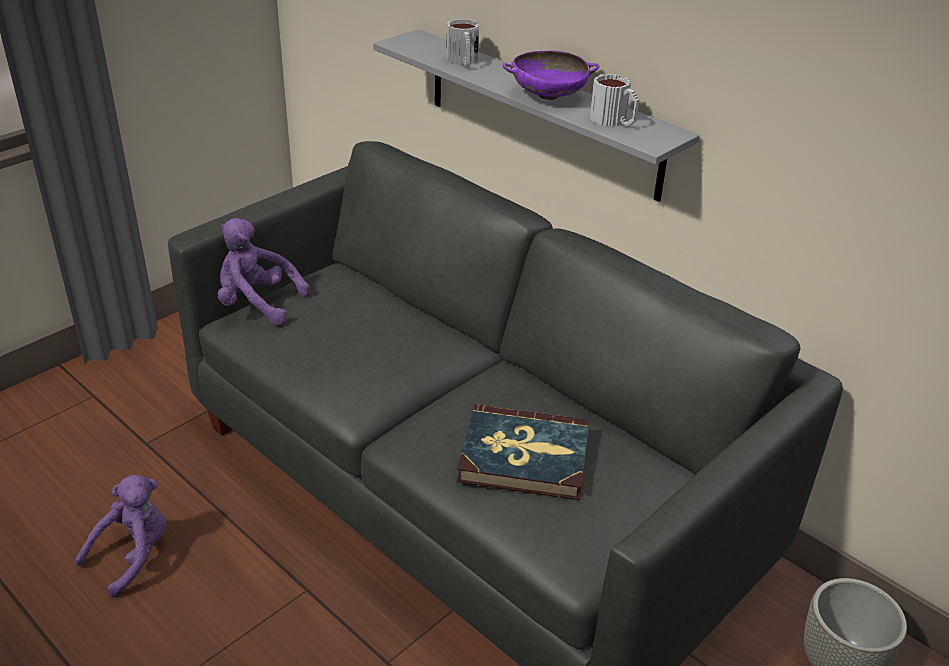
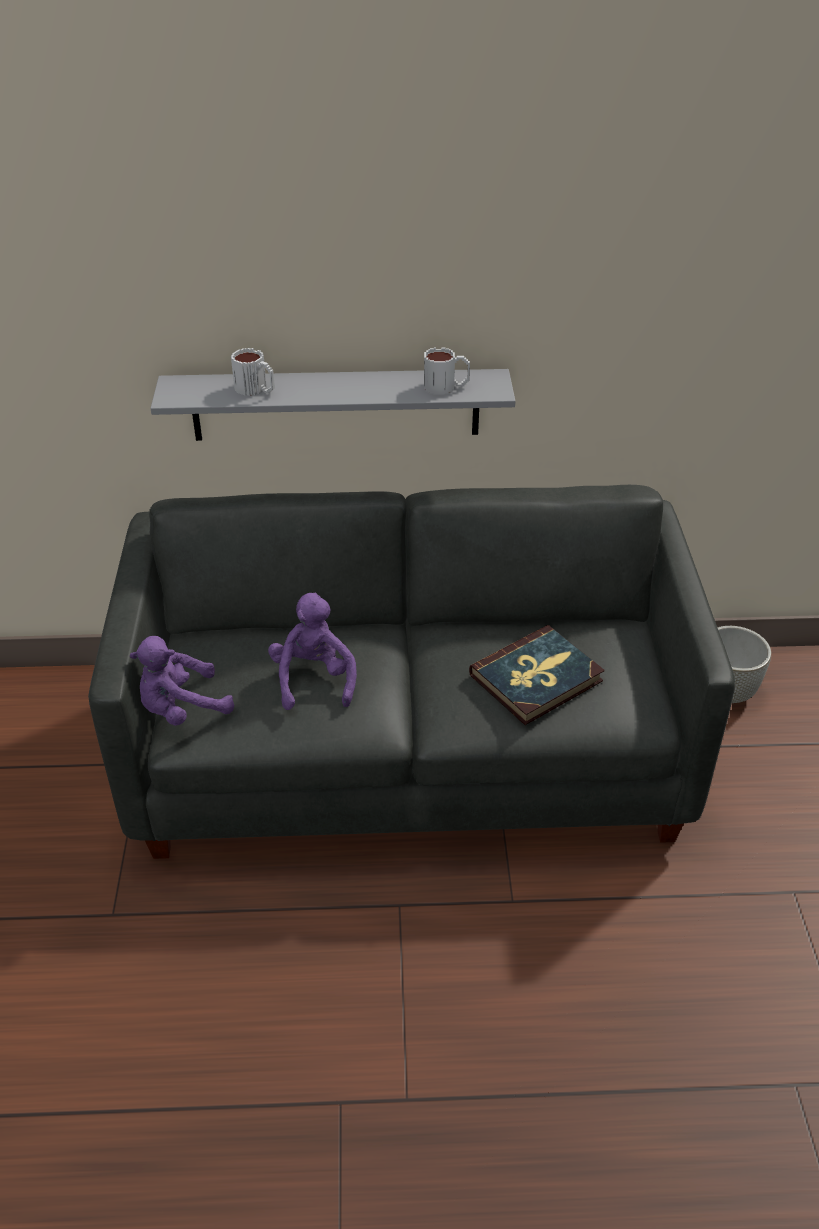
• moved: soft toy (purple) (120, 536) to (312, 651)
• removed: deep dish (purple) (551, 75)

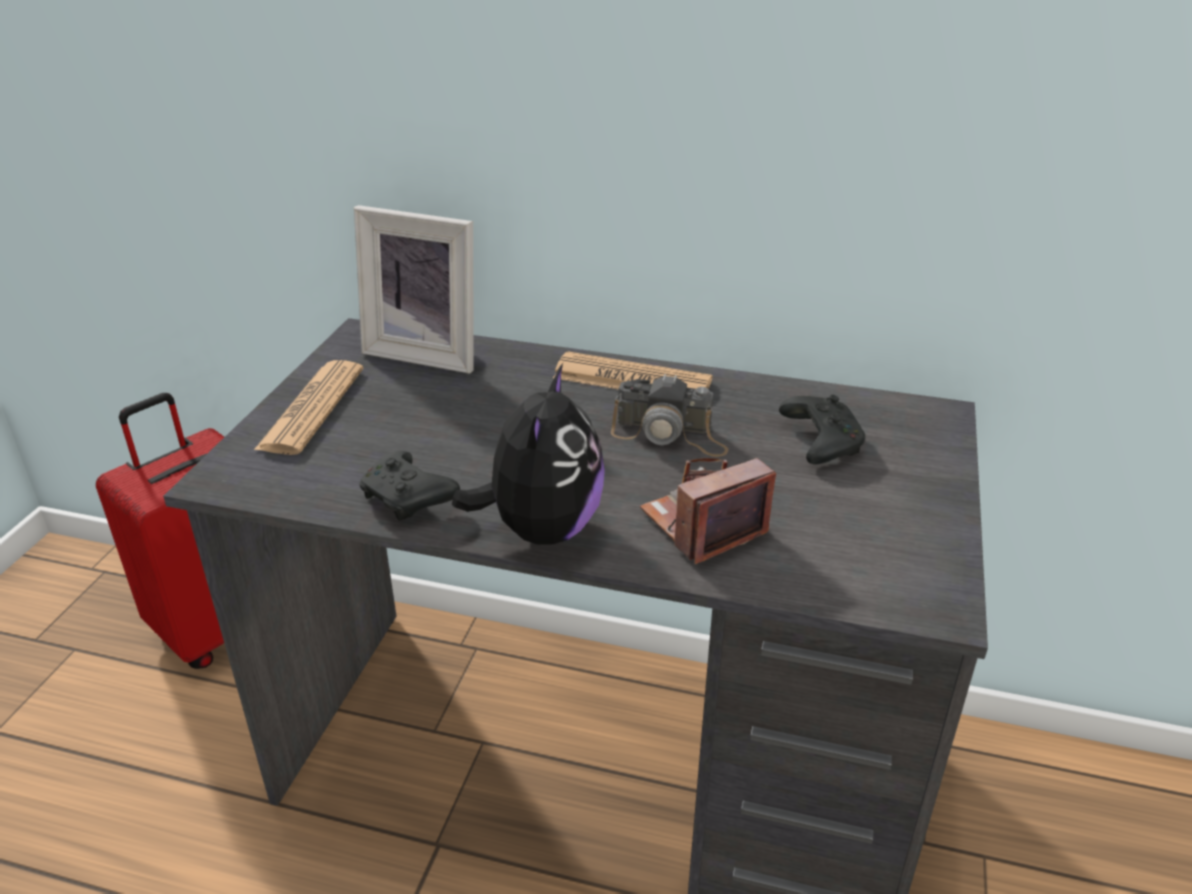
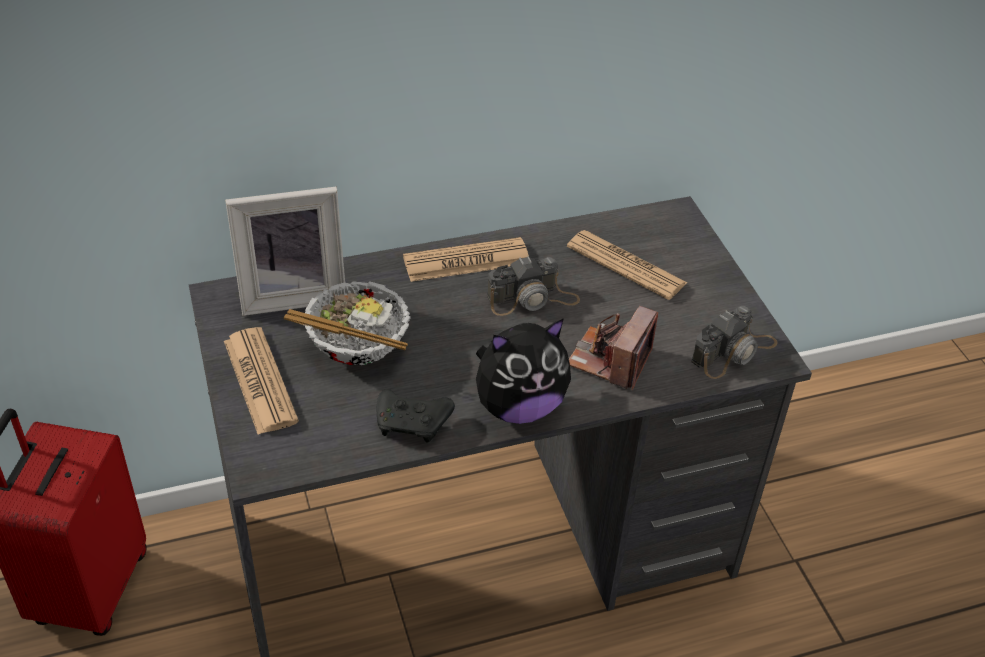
• turned: soft toy (528, 454) = (523, 371) 90 degrees clockwise
• replaced: game controller (black-coloured) (822, 429) to newspaper (627, 265)
• added: deep dish (347, 323)
• added: photo camera (735, 342)

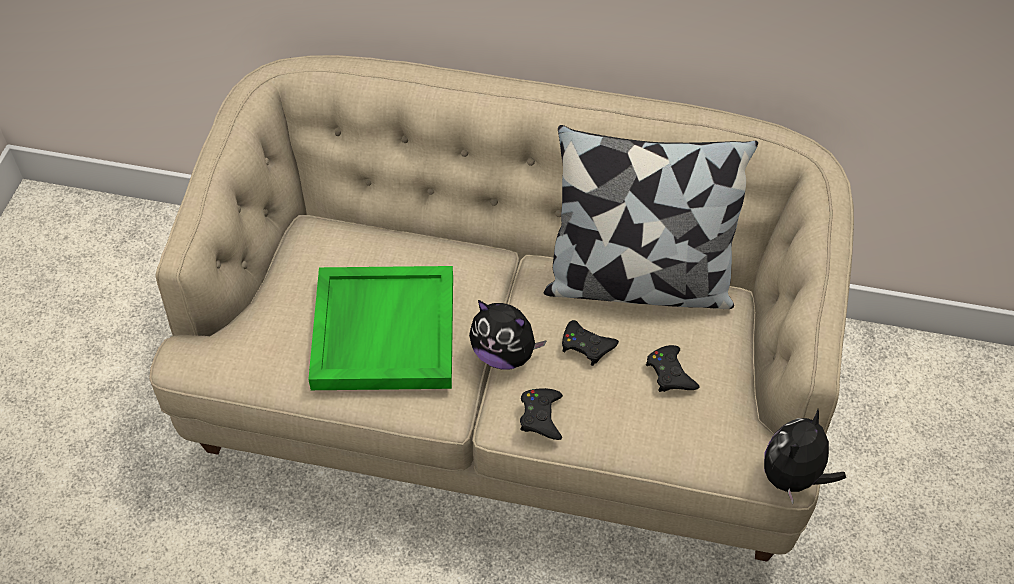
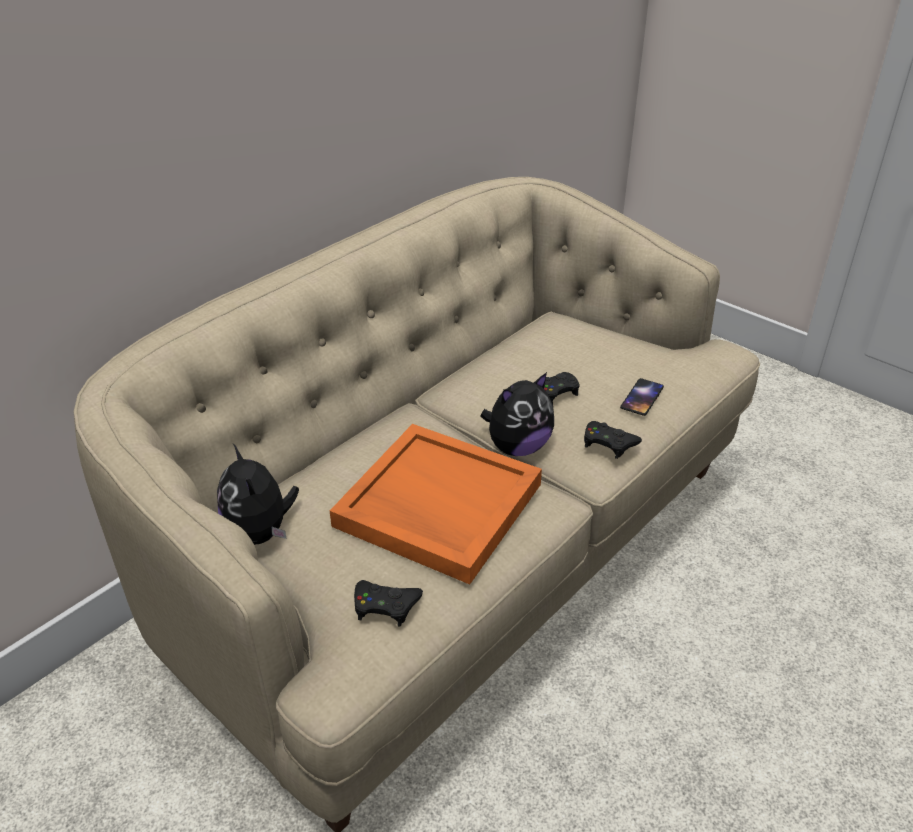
• recoloured: serving tray (greenish) (380, 328) to serving tray (orange) (436, 504)
• removed: pillow (651, 217)
• moved: game controller (black-coloured) (673, 368) to (388, 603)
• moved: soft toy (805, 456) to (258, 494)
• added: phone (642, 397)

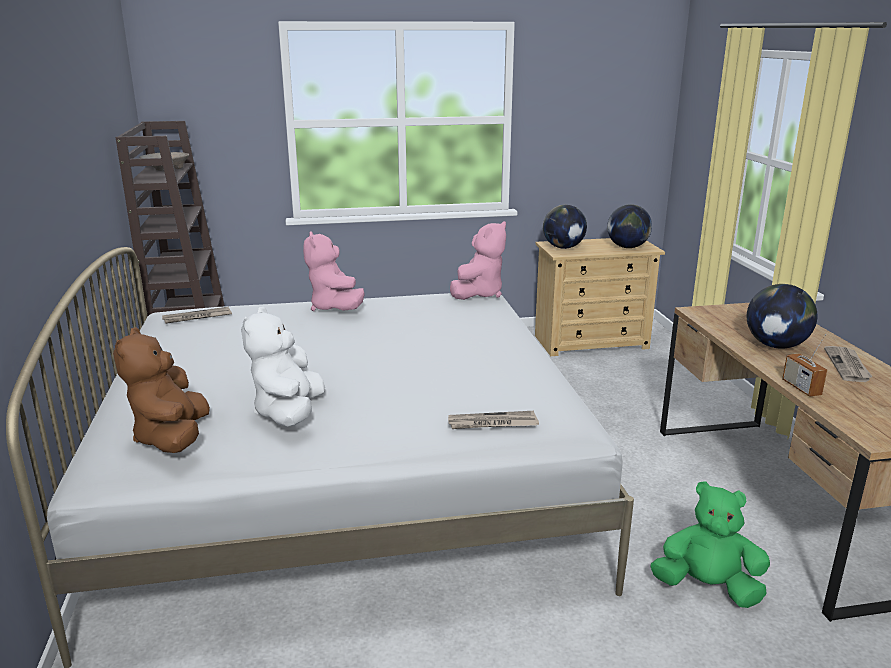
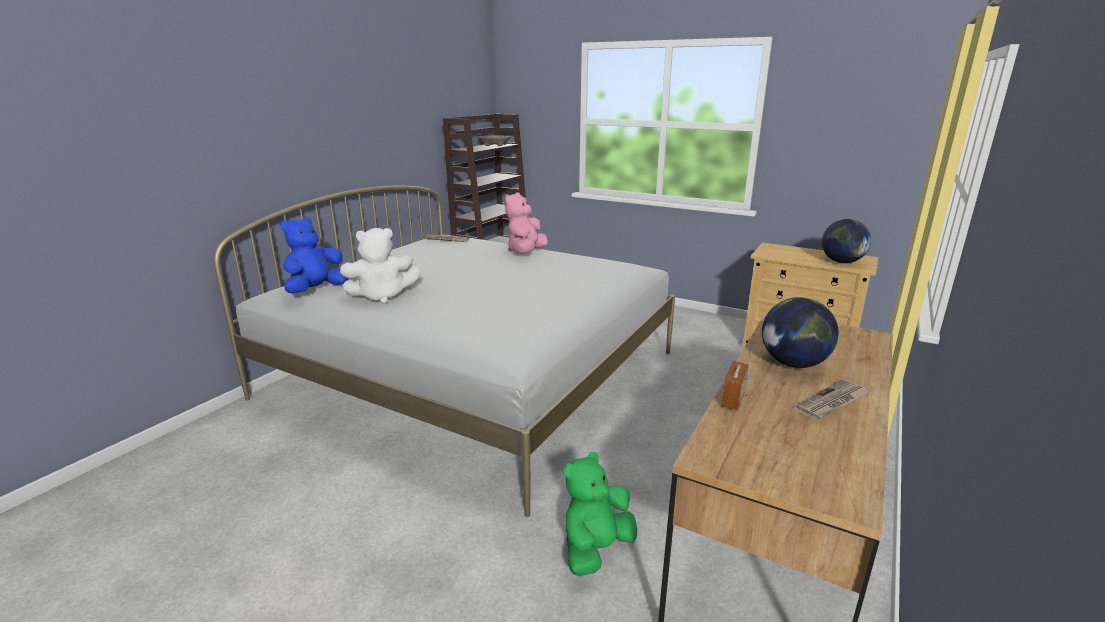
• recoloured: soft toy (brown-coloured) (161, 390) to soft toy (blue-coloured) (314, 255)
• turned: soft toy (white) (283, 367) = (380, 266) 150 degrees counterclockwise
• removed: newspaper (493, 420)
• removed: soft toy (pink) (478, 260)
• removed: desk globe (565, 227)
• turned: soft toy (greenish) (710, 544) = (600, 514) 105 degrees counterclockwise

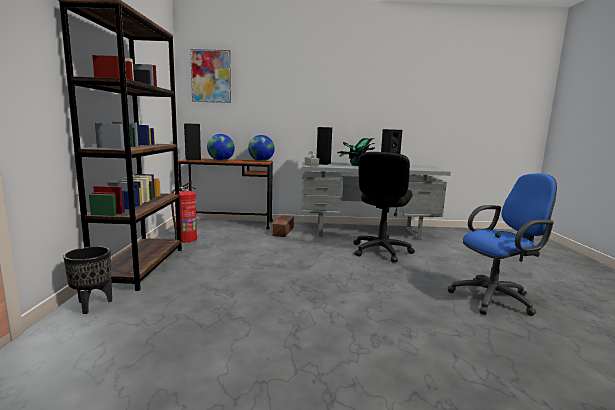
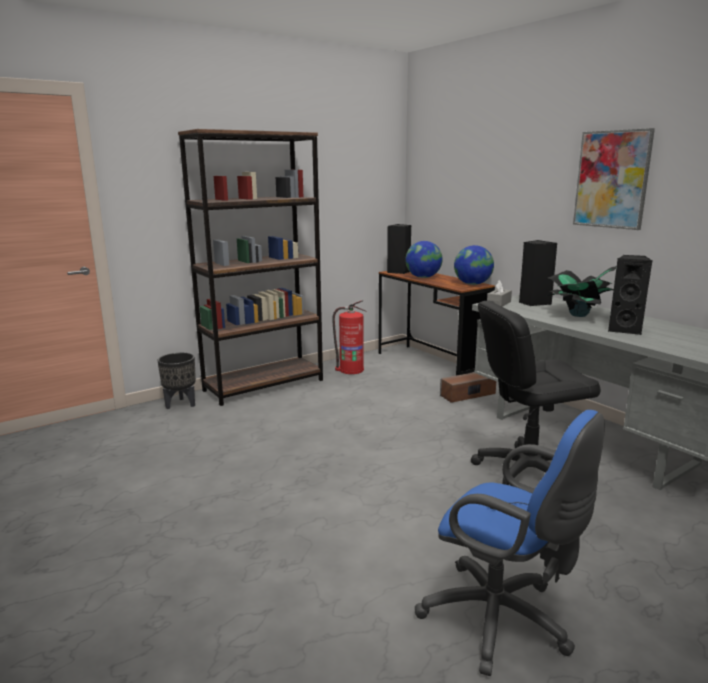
• moved: wall art (210, 76) to (614, 179)

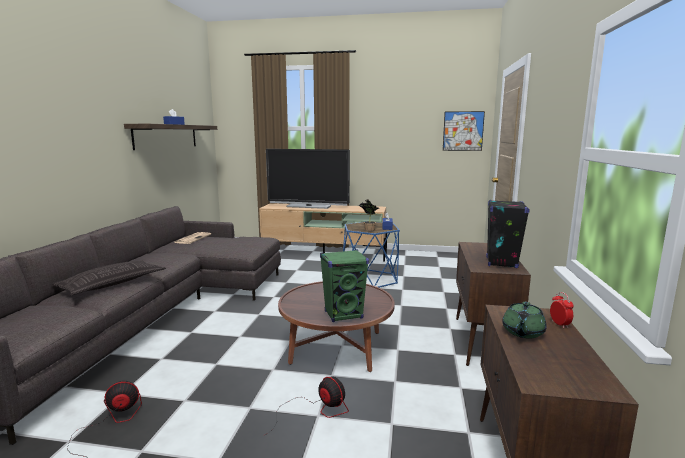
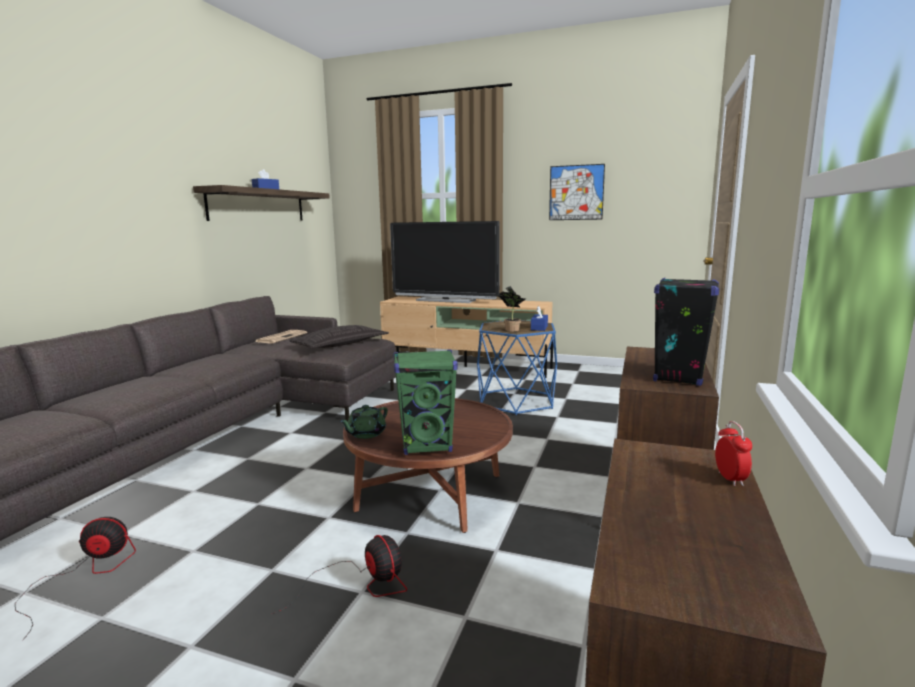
• moved: pillow (109, 278) to (339, 337)
• moved: wall art (464, 131) to (577, 192)
• moved: tea pot (greenish) (524, 320) to (364, 422)

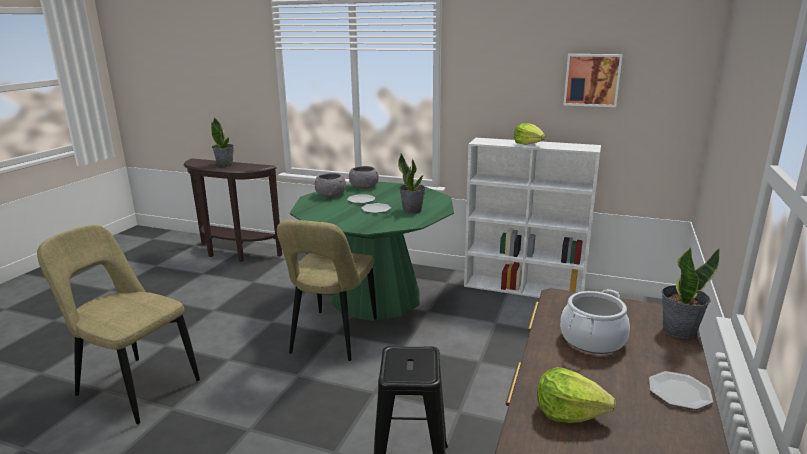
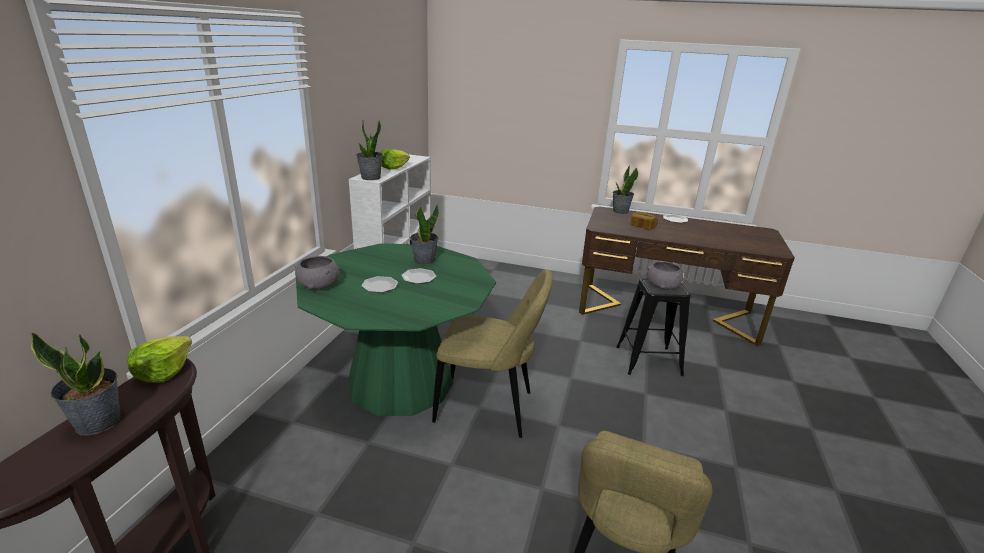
• moved: deep dish (grey) (330, 185) to (664, 275)
• moved: lettuce (576, 395) to (159, 359)
• replaced: stockpot (595, 321) to baked bread (644, 221)
• removed: wall art (593, 80)
• added: plant in a pot (369, 149)

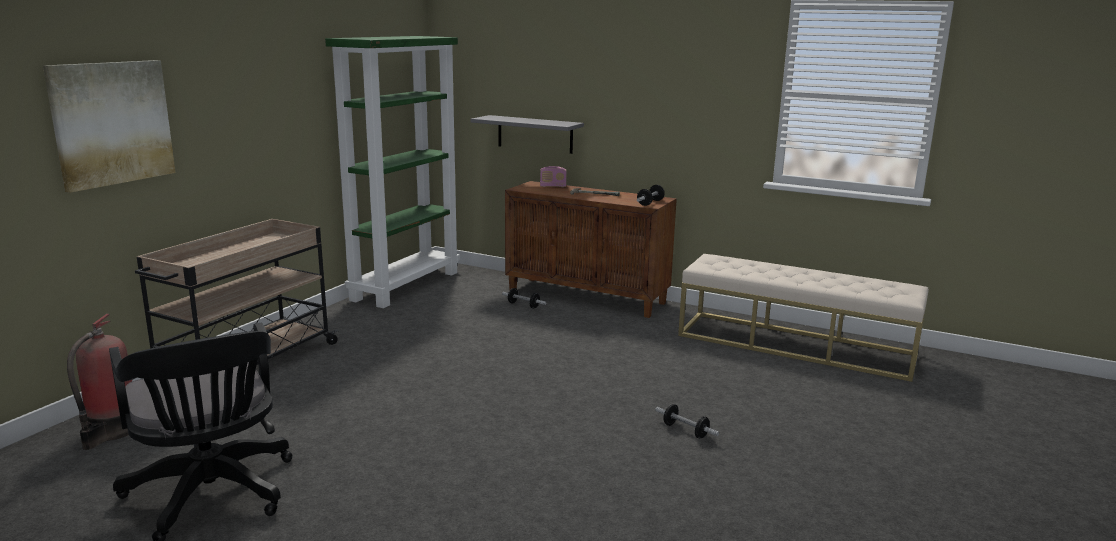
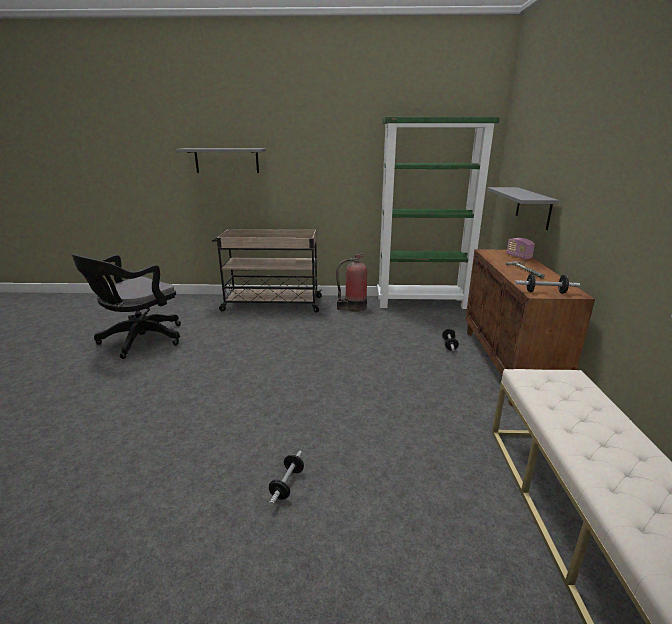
• replaced: wall art (109, 126) to wall shelf (grey) (221, 160)
• moved: extinguisher (99, 382) to (351, 282)

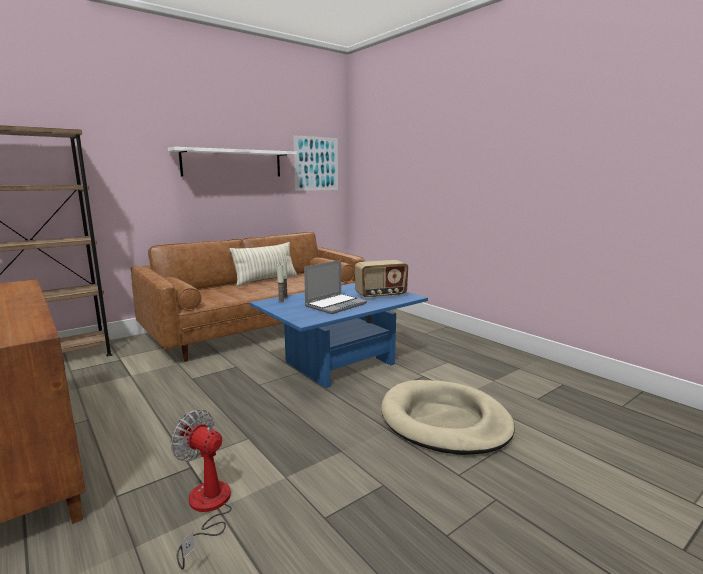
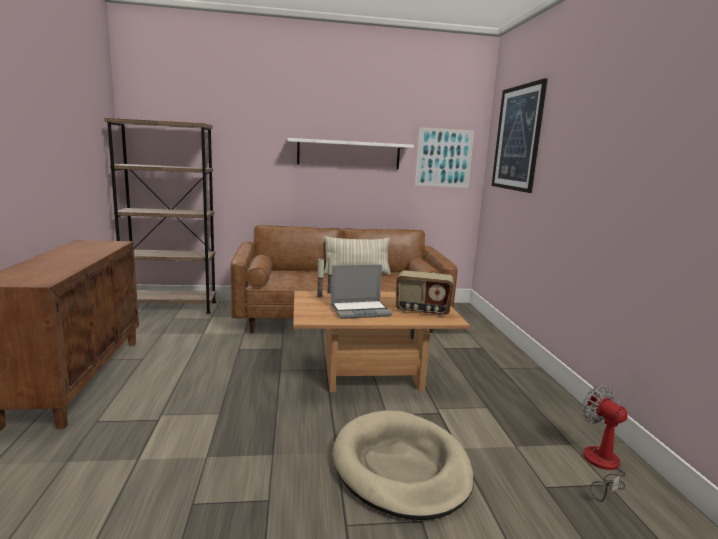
• moved: electric fan (201, 489) to (604, 443)
• recoloured: low table (blue-coloured) (339, 335) to low table (brown-coloured) (381, 341)
• added: wall art (520, 135)

